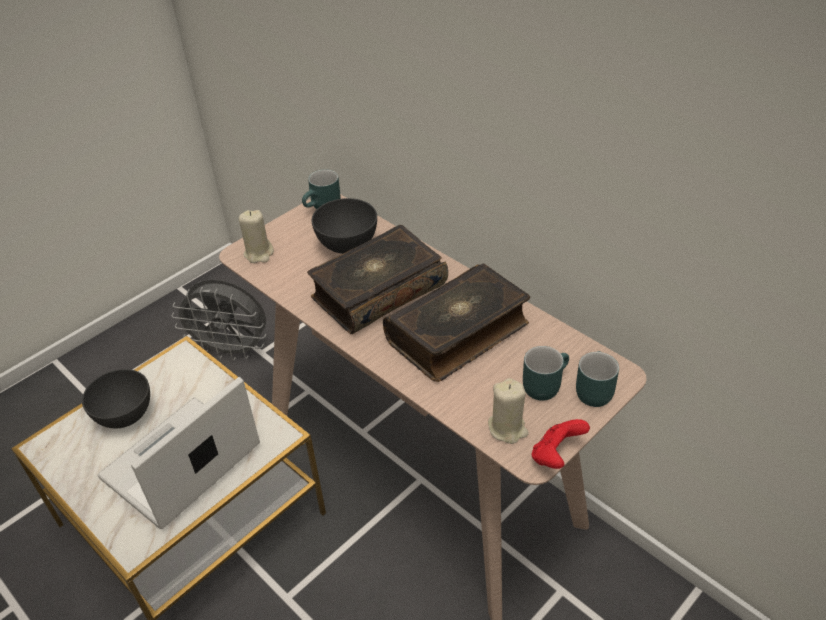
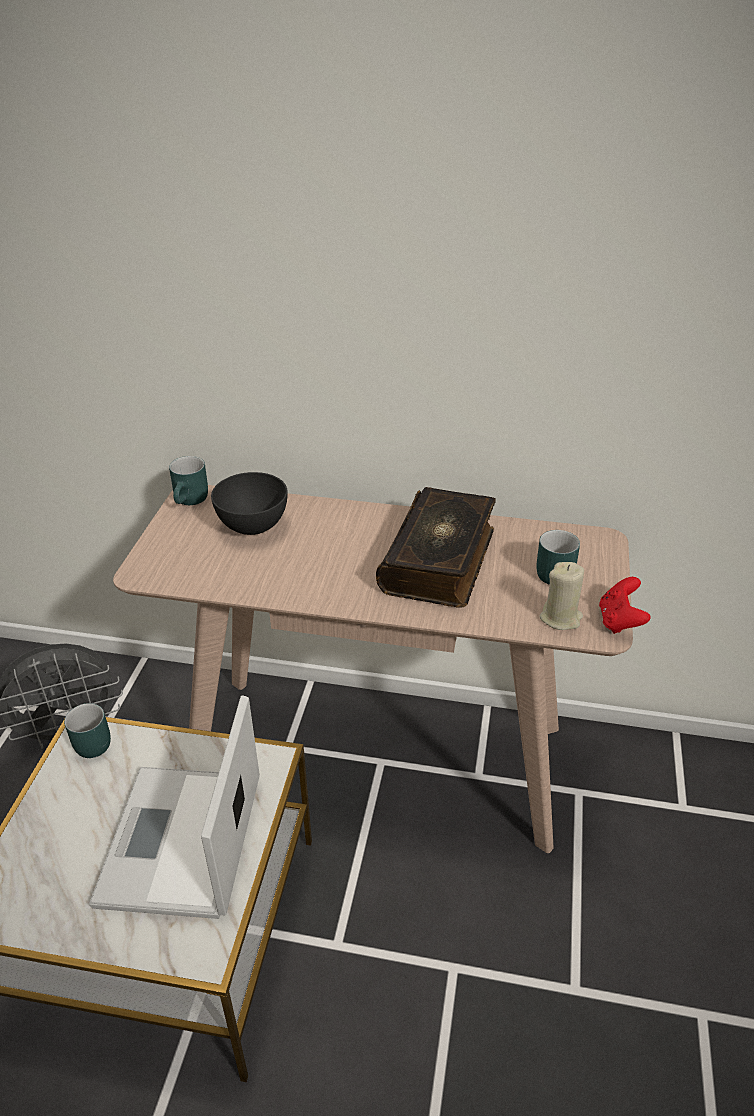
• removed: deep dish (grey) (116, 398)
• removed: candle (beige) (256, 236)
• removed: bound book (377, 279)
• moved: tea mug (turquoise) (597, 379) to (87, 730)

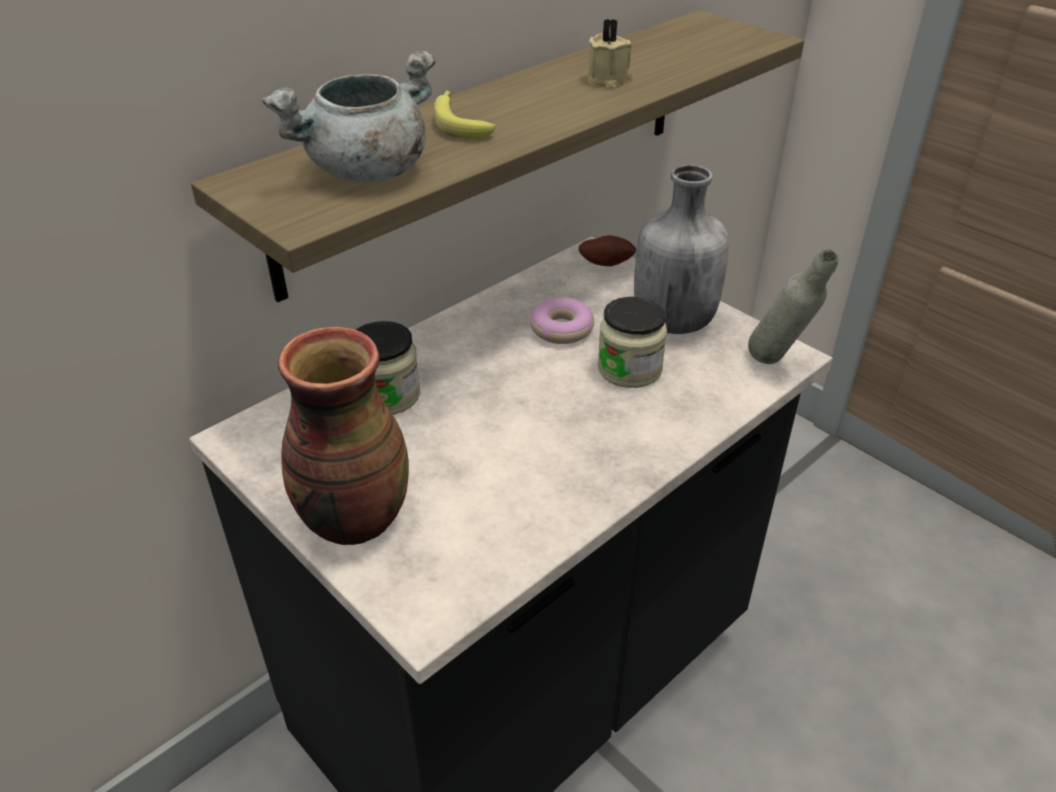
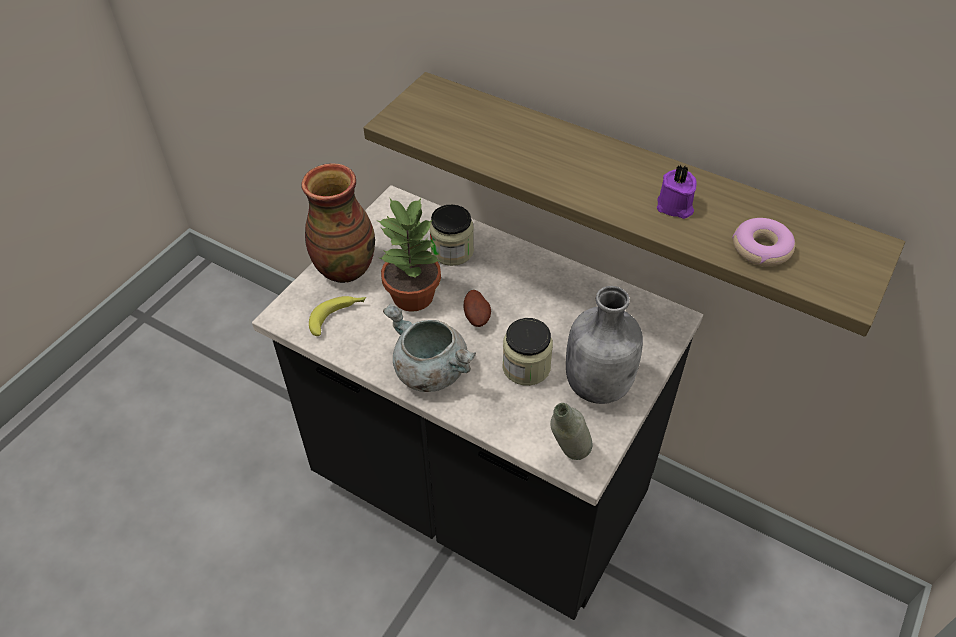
• moved: stockpot (grey) (349, 116) to (429, 348)
• moved: whole banana (465, 114) to (337, 316)
• moved: donut (562, 321) to (763, 242)
• moved: spud (607, 250) to (477, 308)
• recoloured: candle (beige) (610, 53) to candle (purple) (677, 192)
• added: plant in a pot (409, 254)

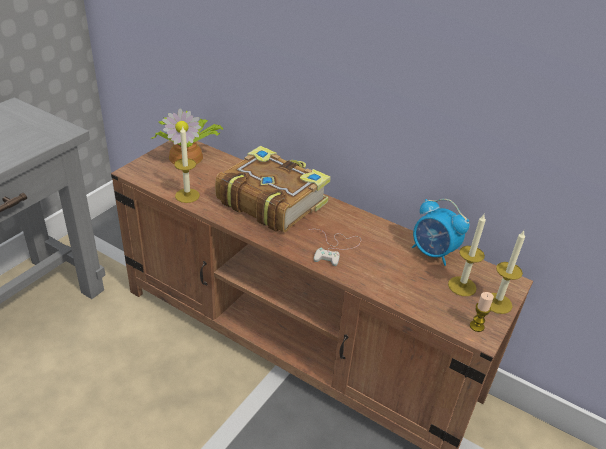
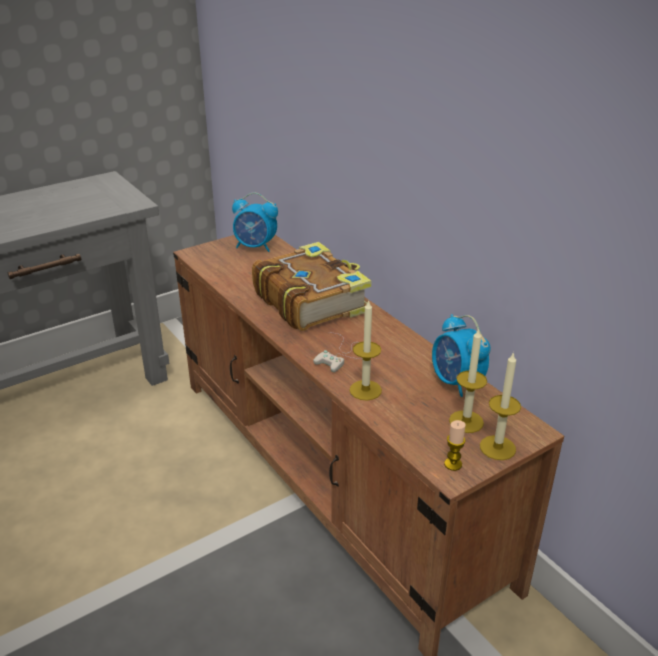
• replaced: plant in a pot (187, 136) to alarm clock (255, 222)
• moved: candle (187, 164) to (365, 350)

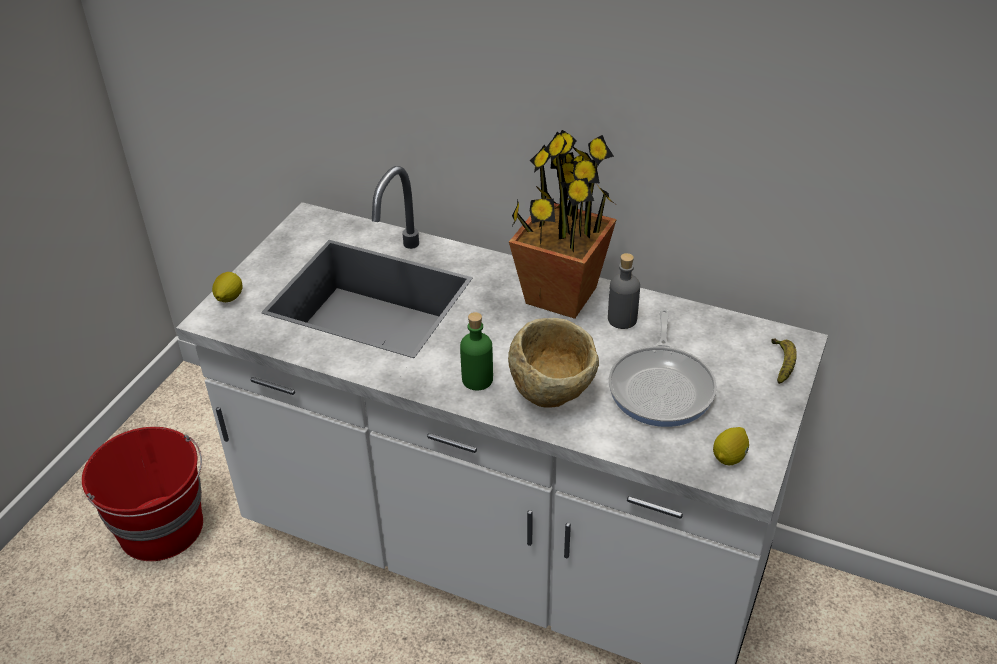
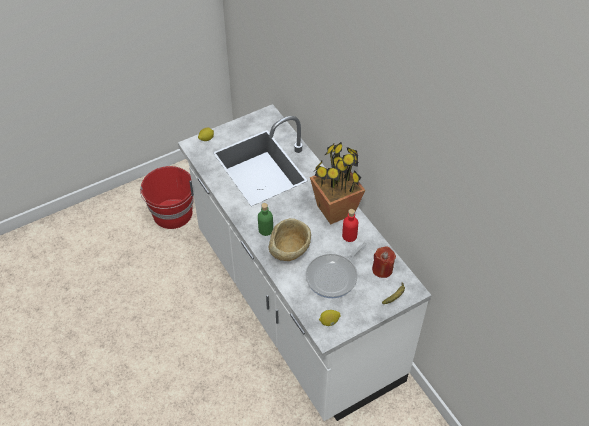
• recoloured: beverage bottle (grey) (624, 291) to beverage bottle (red) (350, 225)
• added: candle (red) (384, 262)

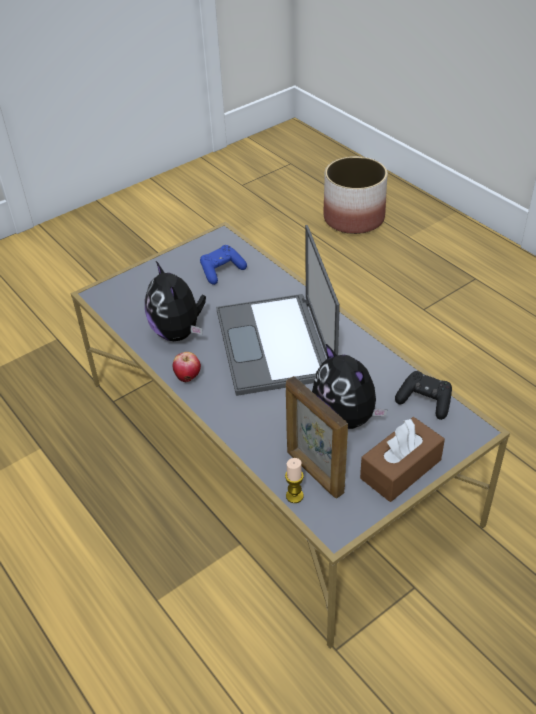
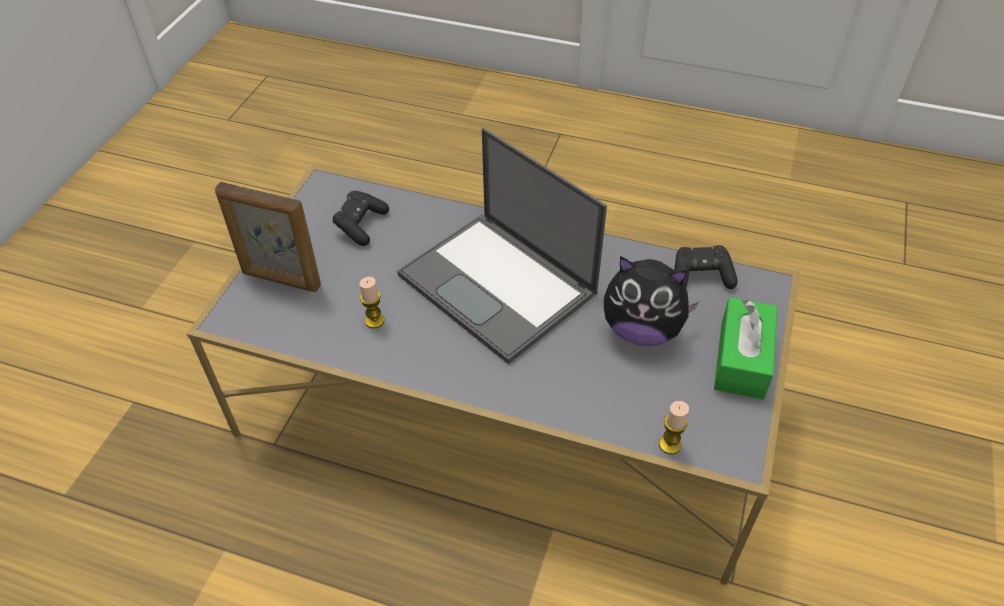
• replaced: soft toy (175, 301) to candle (371, 302)
• removed: whole apple (187, 367)
• recoloured: game controller (blue-coloured) (223, 265) to game controller (black-coloured) (361, 218)
• moved: picture frame (317, 437) to (268, 237)
• removed: flower pot (356, 195)
• recoloured: box of tissues (brown-coloured) (402, 459) to box of tissues (greenish) (746, 348)

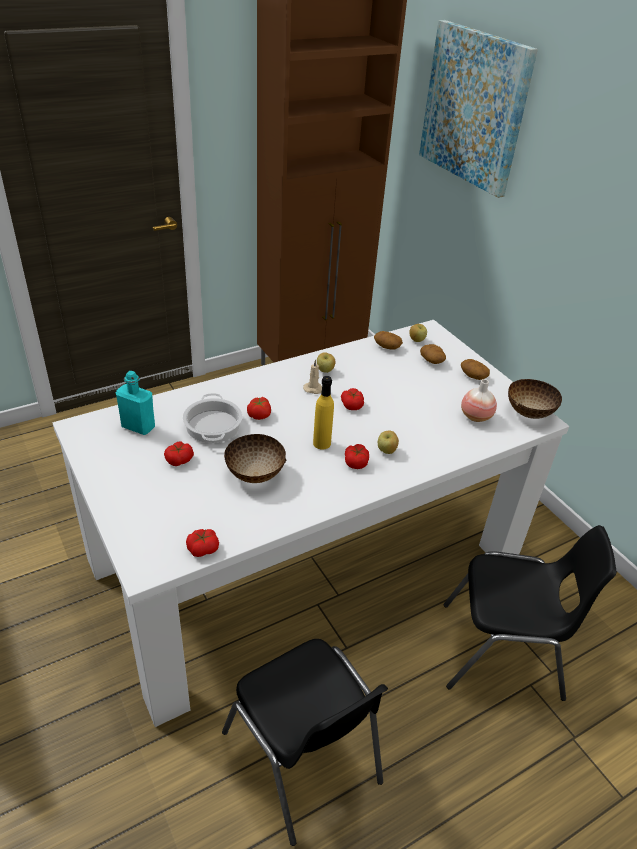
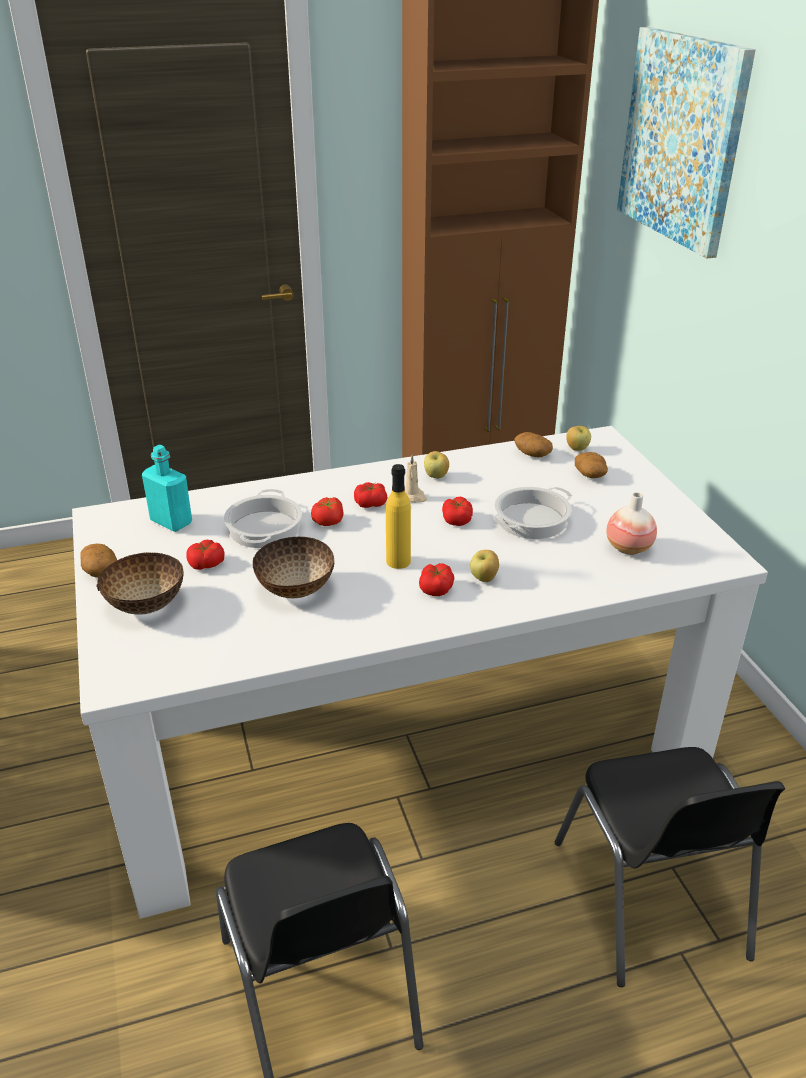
• moved: fresh tomato (202, 543) to (370, 495)
• turned: chair (black-coloured) (529, 613) = (670, 867) 60 degrees clockwise
• moved: spud (475, 369) to (98, 561)
• moved: deep dish (535, 399) to (140, 583)
• added: stockpot (533, 513)

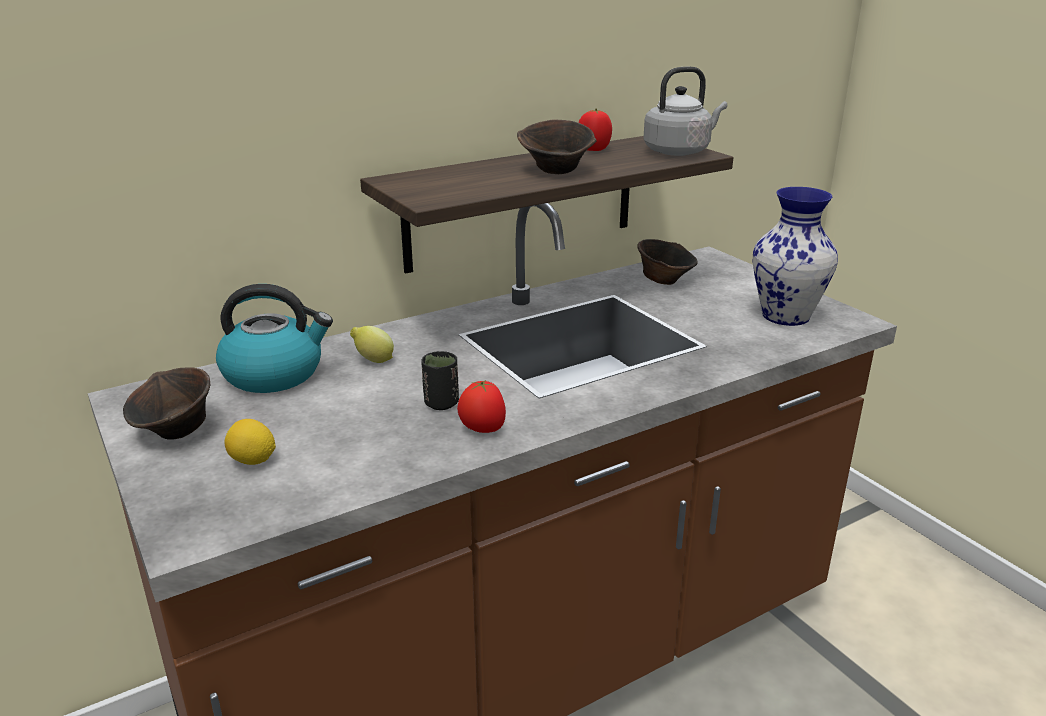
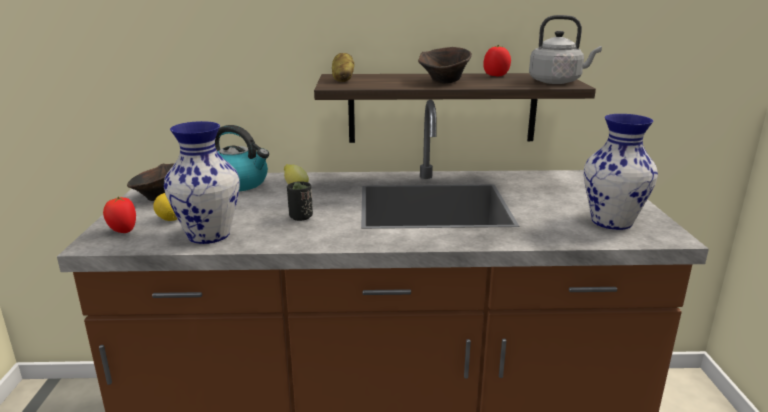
• moved: fresh tomato (481, 406) to (119, 215)
• removed: deep dish (brown-coloured) (667, 262)
• added: vase (202, 182)
• added: spud (343, 67)

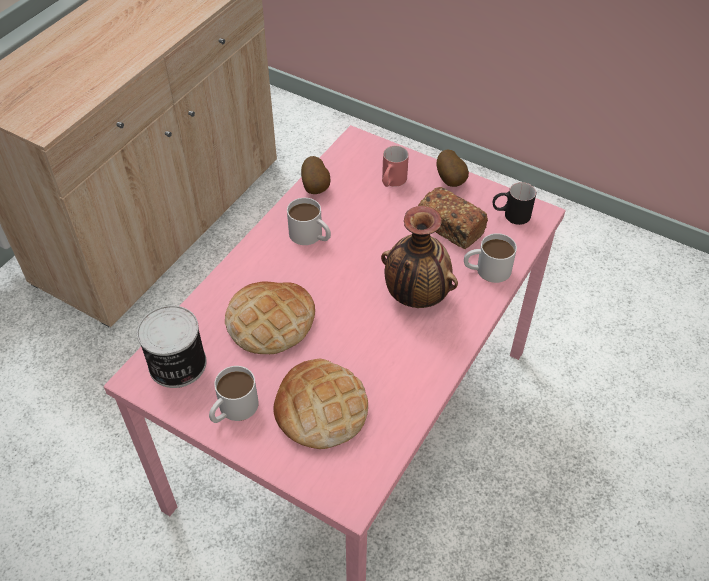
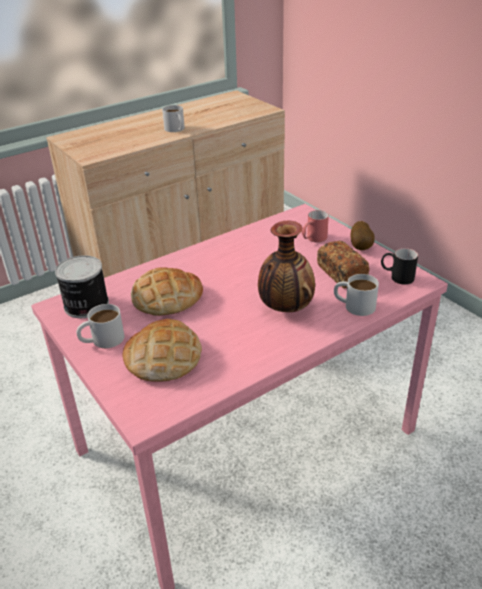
• moved: tea mug (white) (309, 221) to (173, 118)
• removed: spud (316, 175)

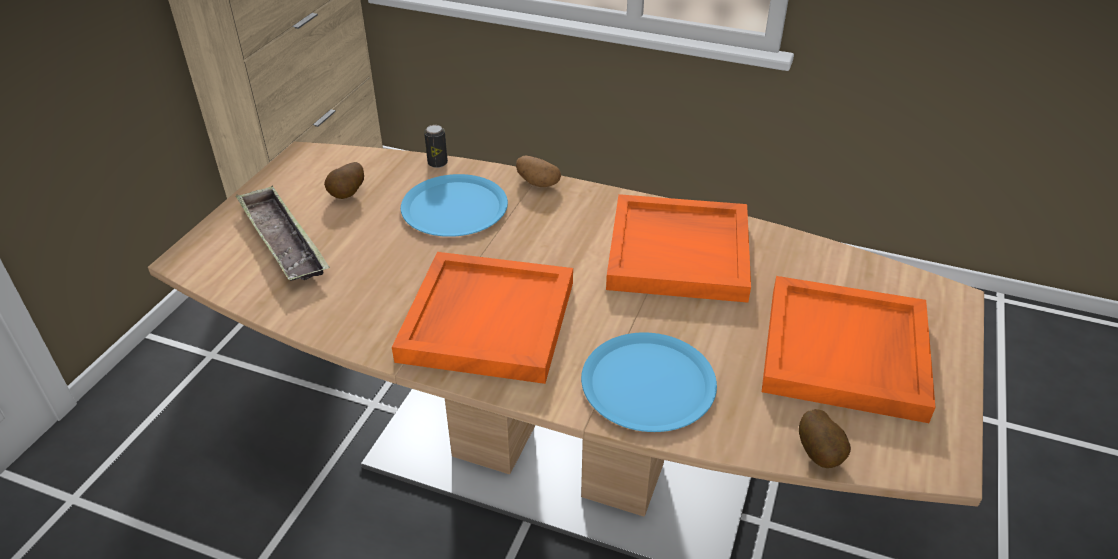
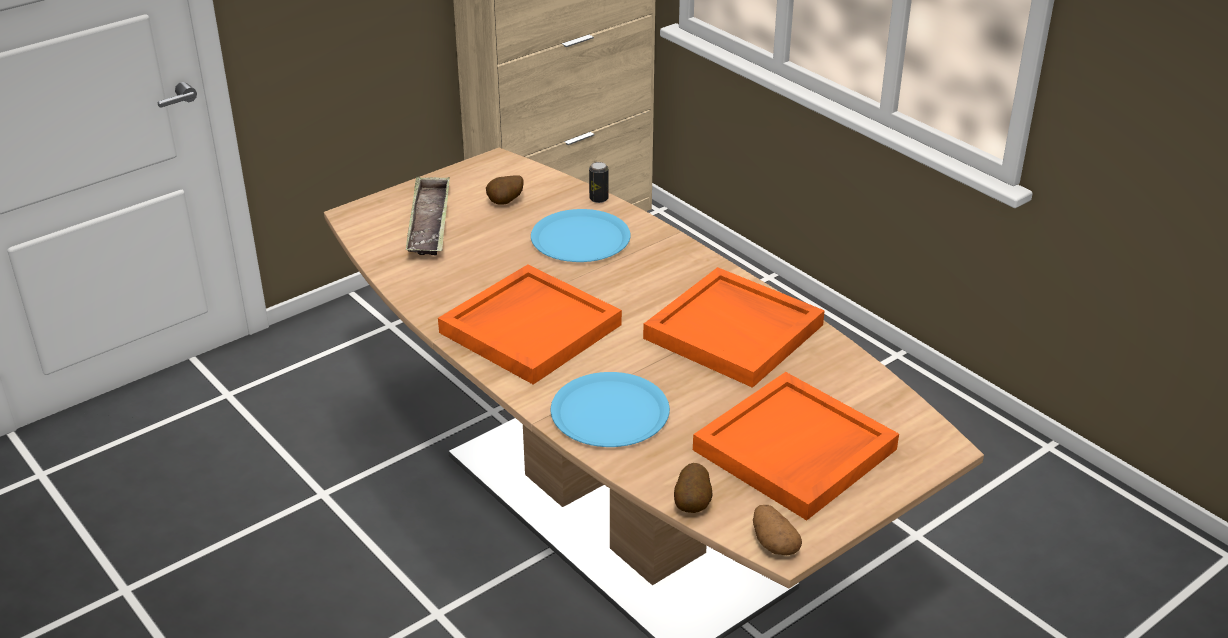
• moved: spud (538, 171) to (777, 530)

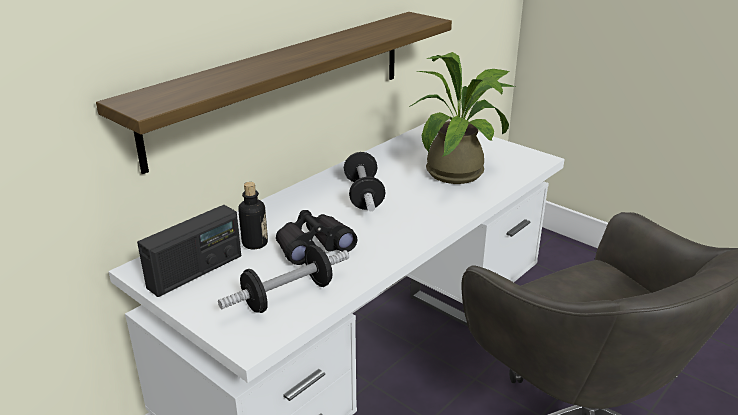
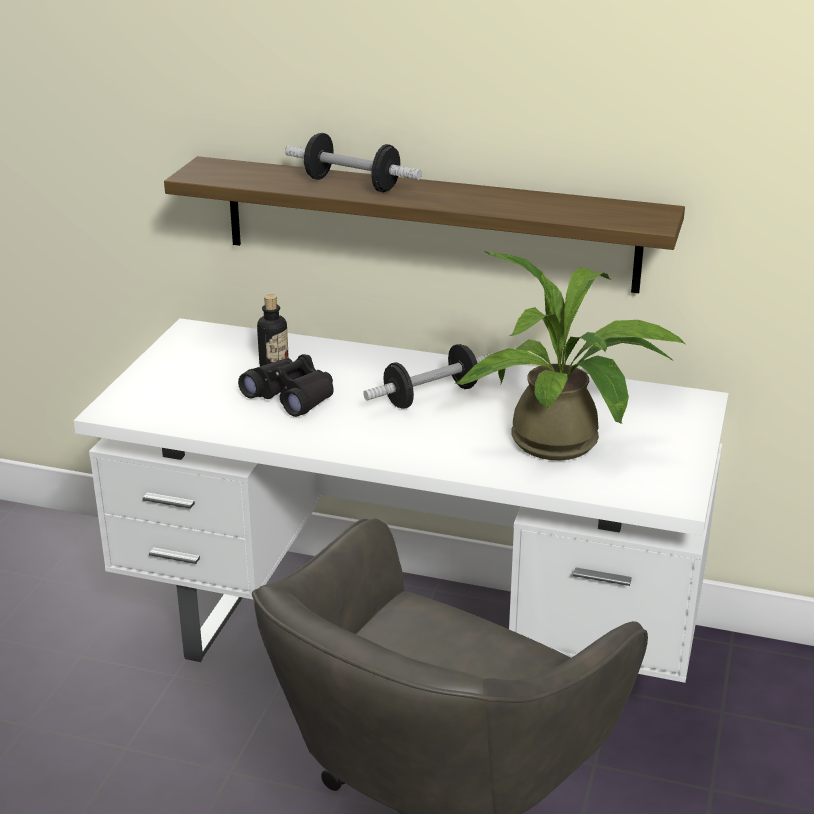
• removed: radio set (189, 251)
• moved: free weight (283, 279) to (353, 162)

